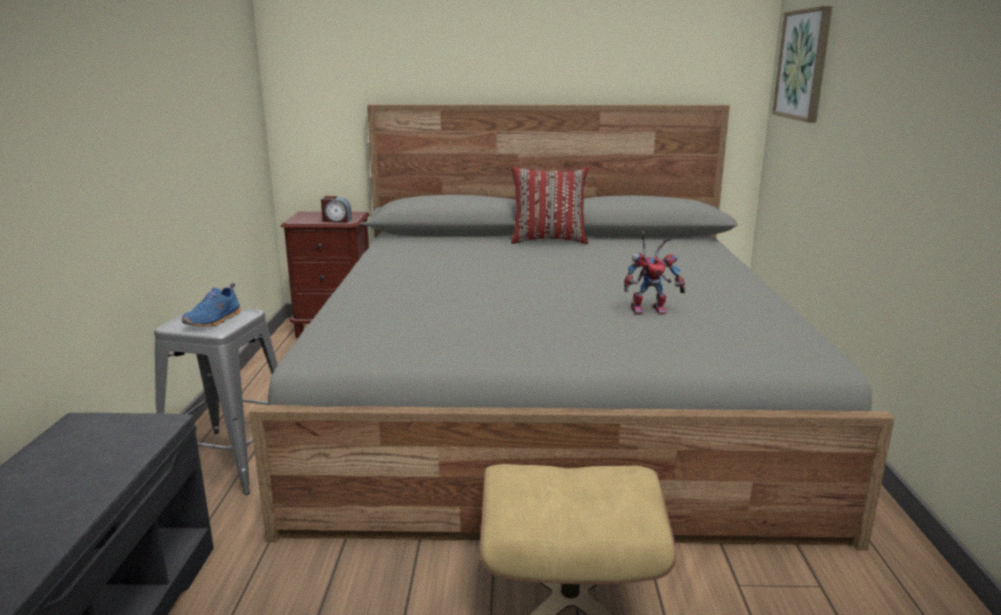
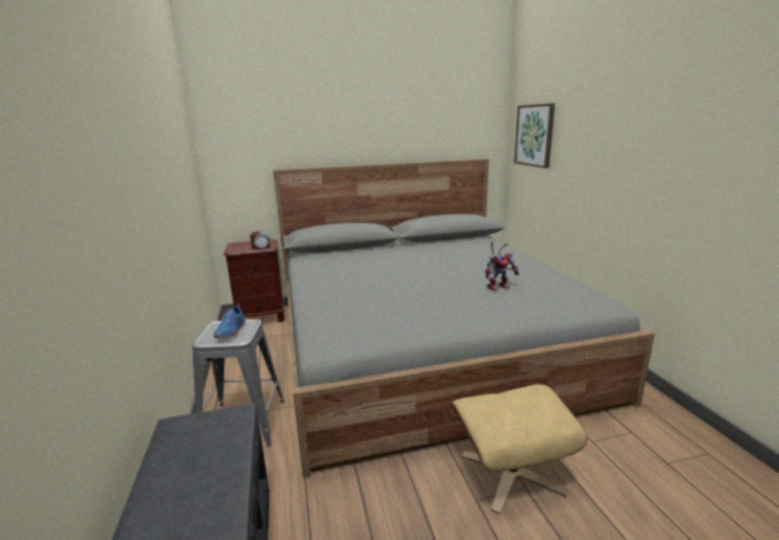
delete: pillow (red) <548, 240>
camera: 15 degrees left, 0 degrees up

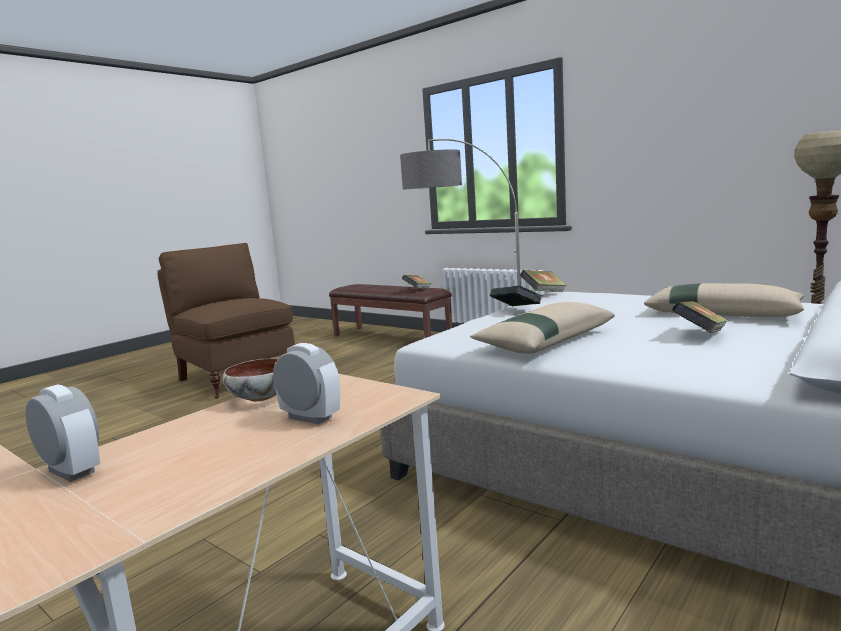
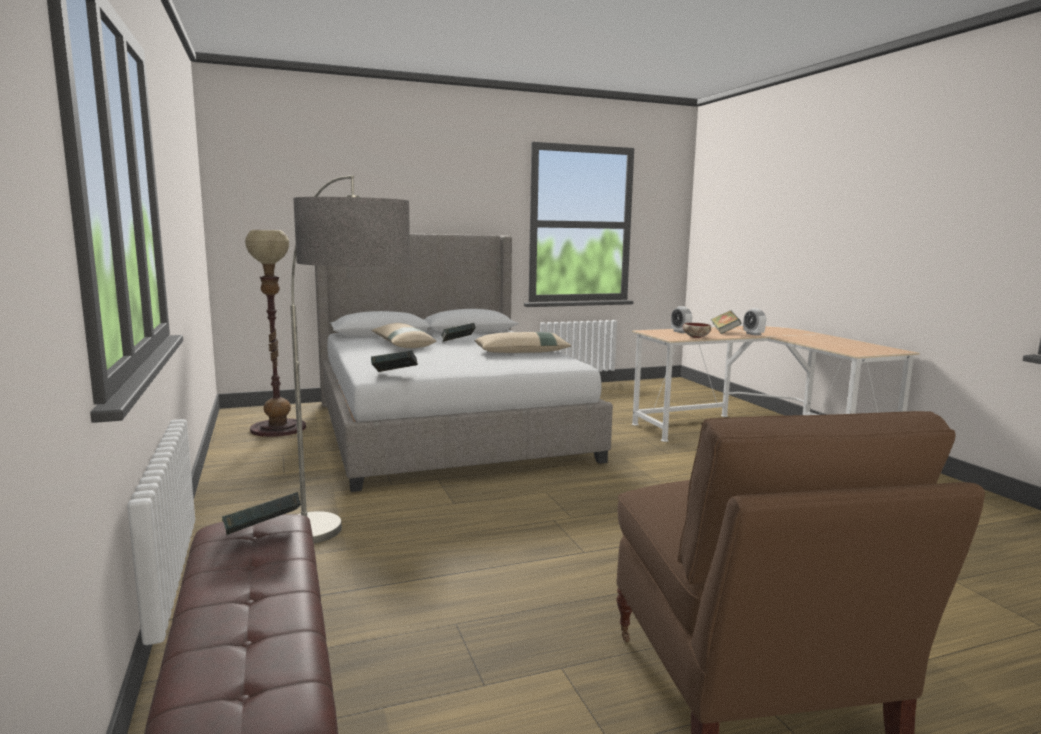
move: book <516, 310> to <724, 332>
camera: 150 degrees left, 0 degrees up

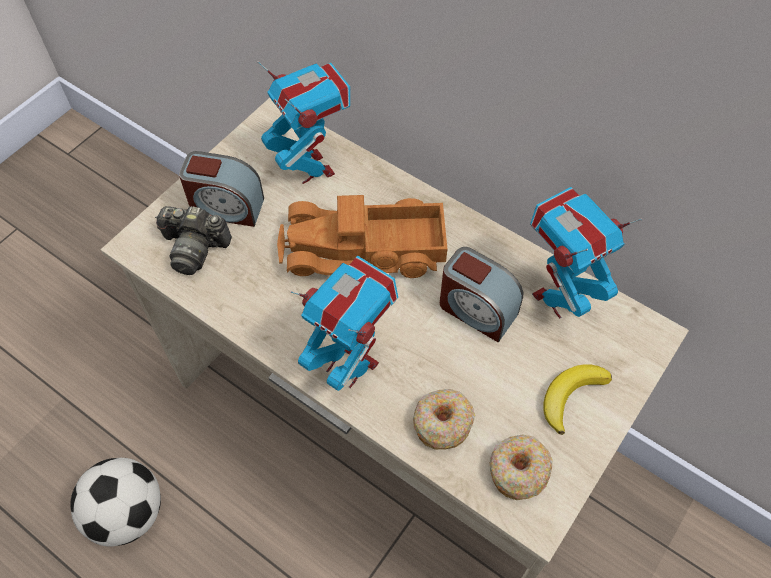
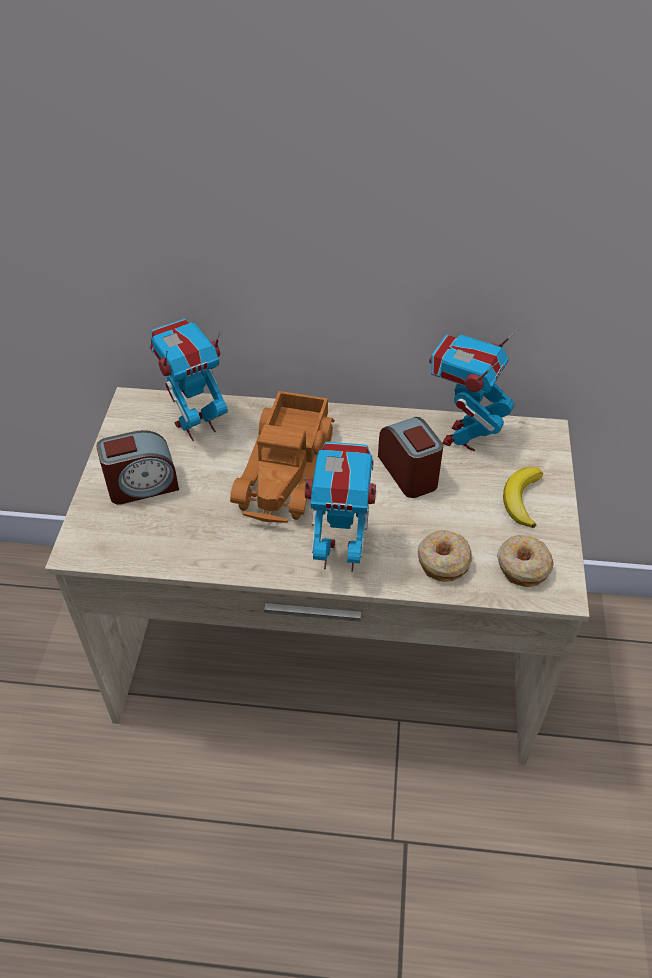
delete: football <128, 513>; photo camera <194, 248>
rotate: toy robot <312, 168> = <196, 426> 60 degrees counterclockwise; toy truck <364, 251> = <288, 469> 45 degrees counterclockwise; alarm clock <476, 310> = <409, 472> 120 degrees counterclockwise
camera: 30 degrees left, 10 degrees down

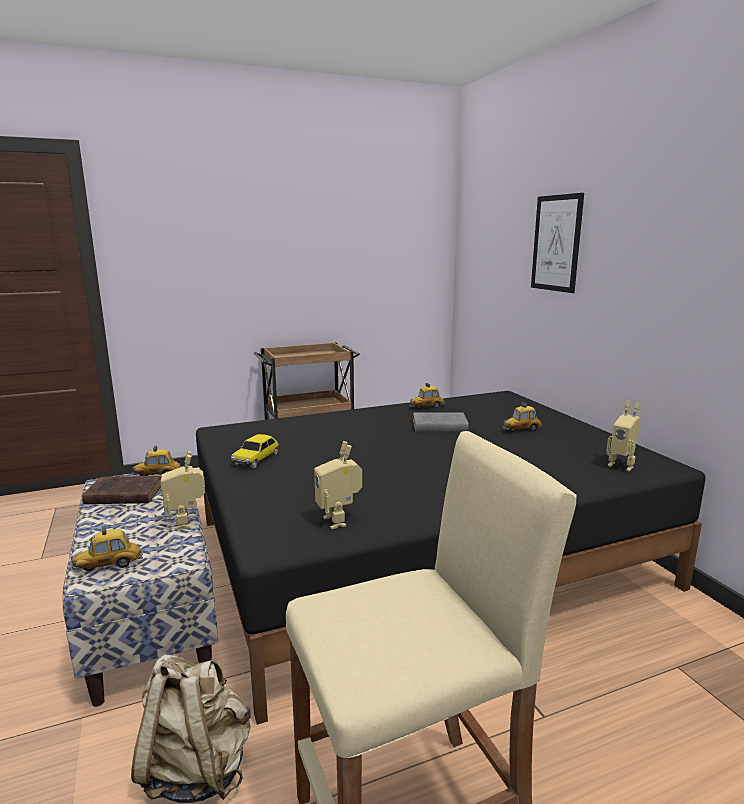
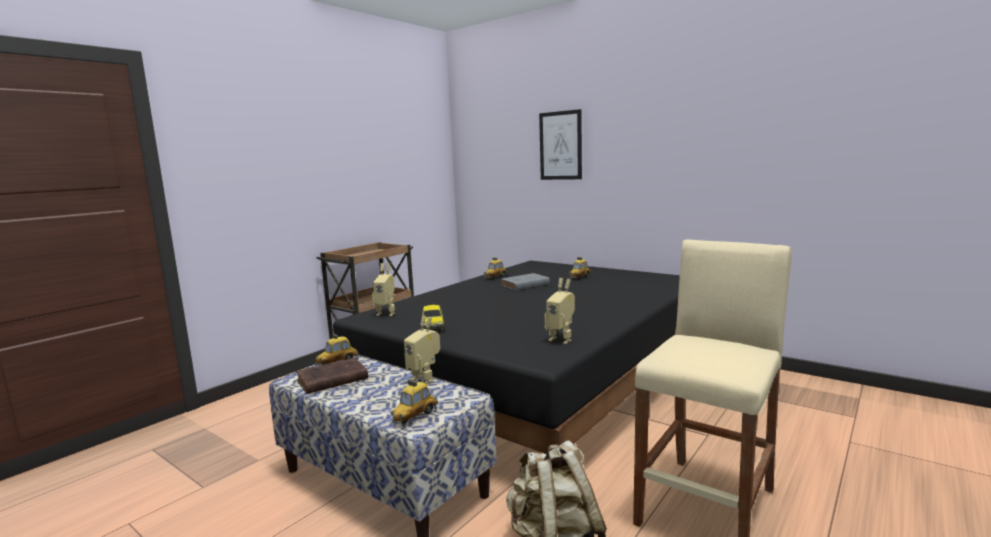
move: toy robot <621, 465> to <386, 313>
camera: 30 degrees left, 5 degrees down

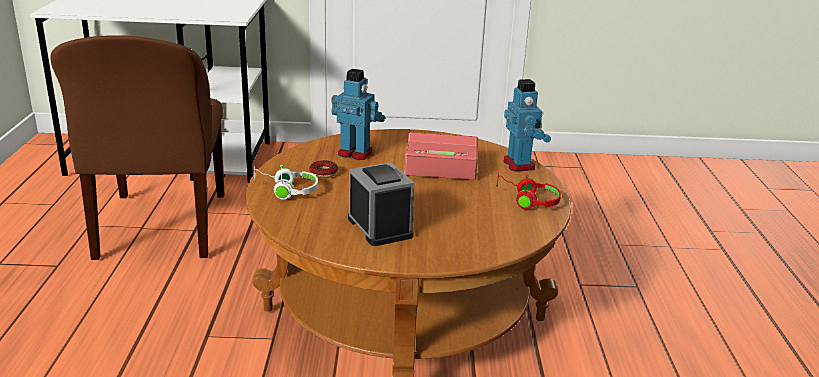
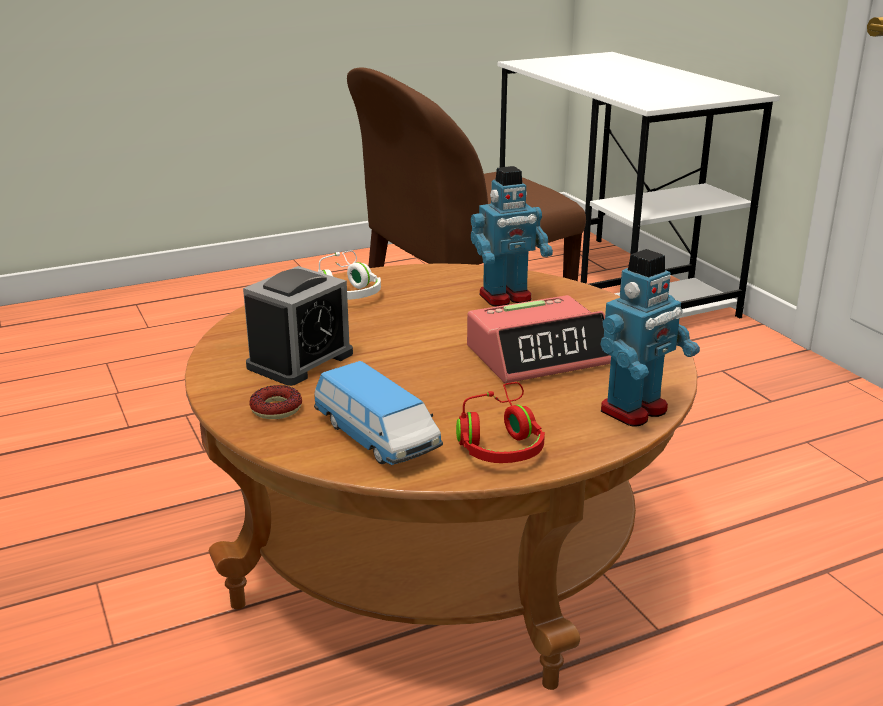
insert: toy car <376, 438>
move: donut <323, 173> to <276, 409>
rotate: alarm clock <440, 166> = <538, 355> 90 degrees clockwise; toy robot <355, 153> = <506, 297> 75 degrees clockwise
camera: 65 degrees right, 0 degrees up

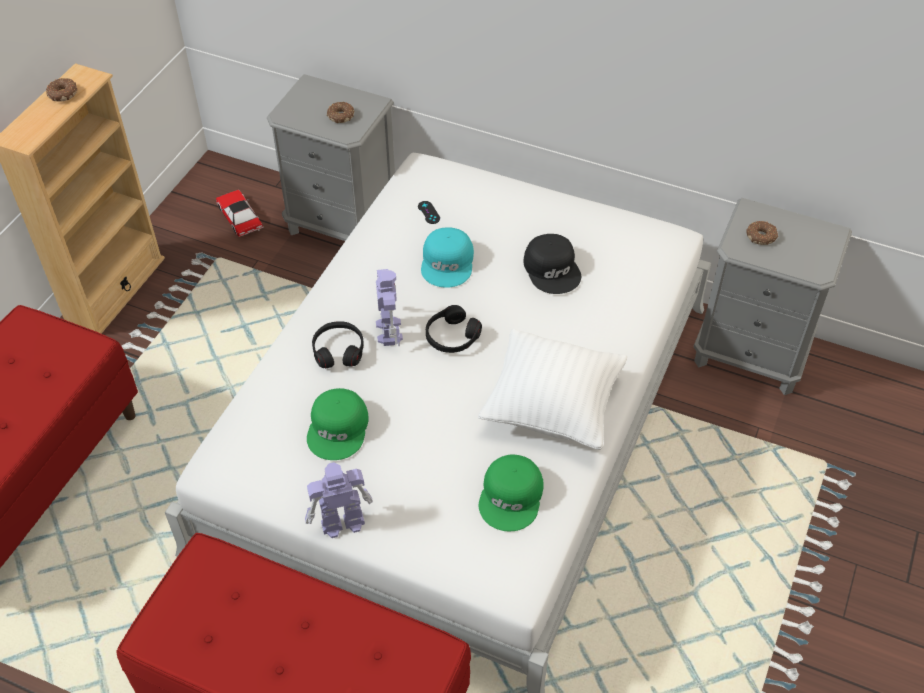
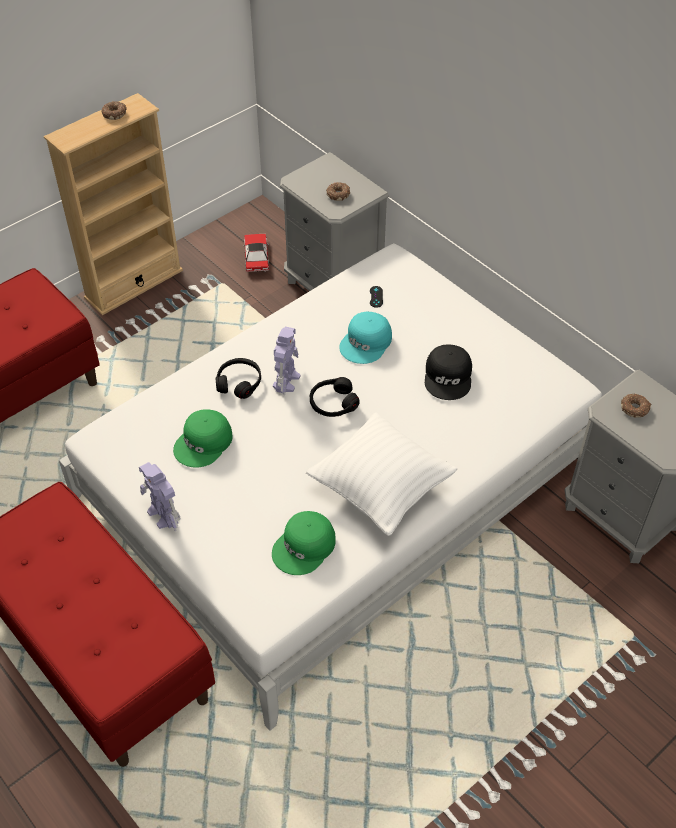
rotate: toy robot <341, 523> = <164, 515> 135 degrees counterclockwise
camera: 25 degrees right, 0 degrees up

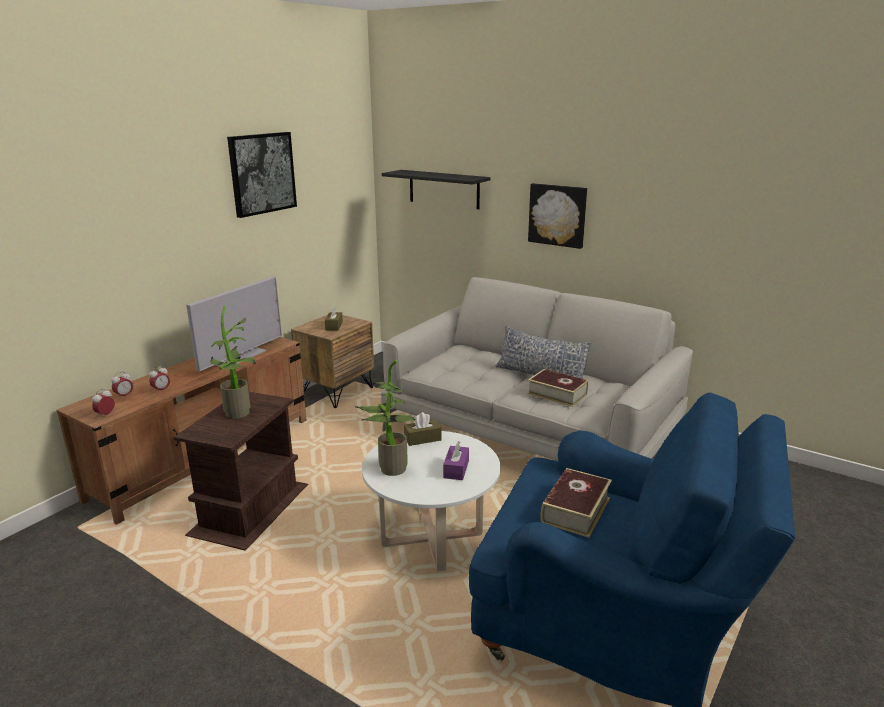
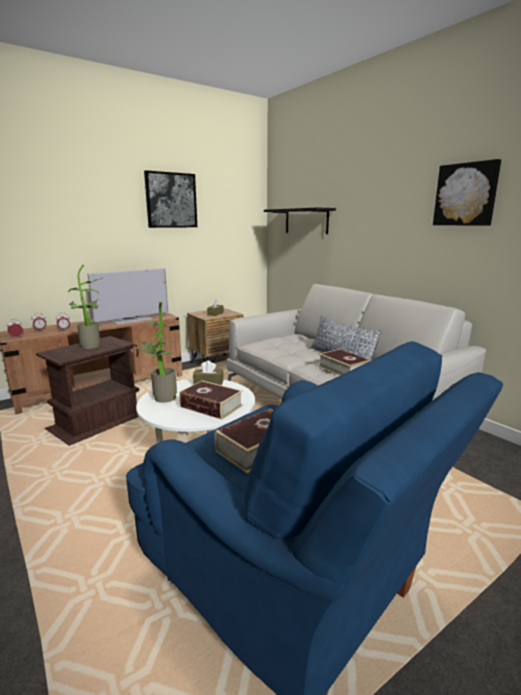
move: picture <558, 215> to <466, 194>
replace: tissue box (purple) <456, 469> to book <211, 406>
camera: 20 degrees right, 5 degrees down

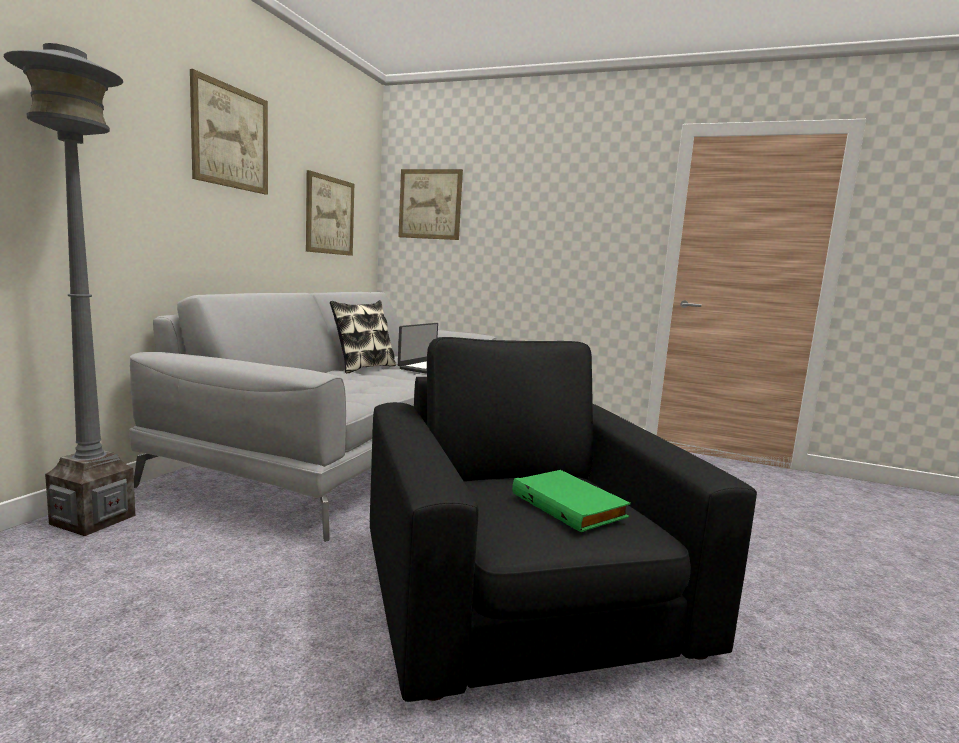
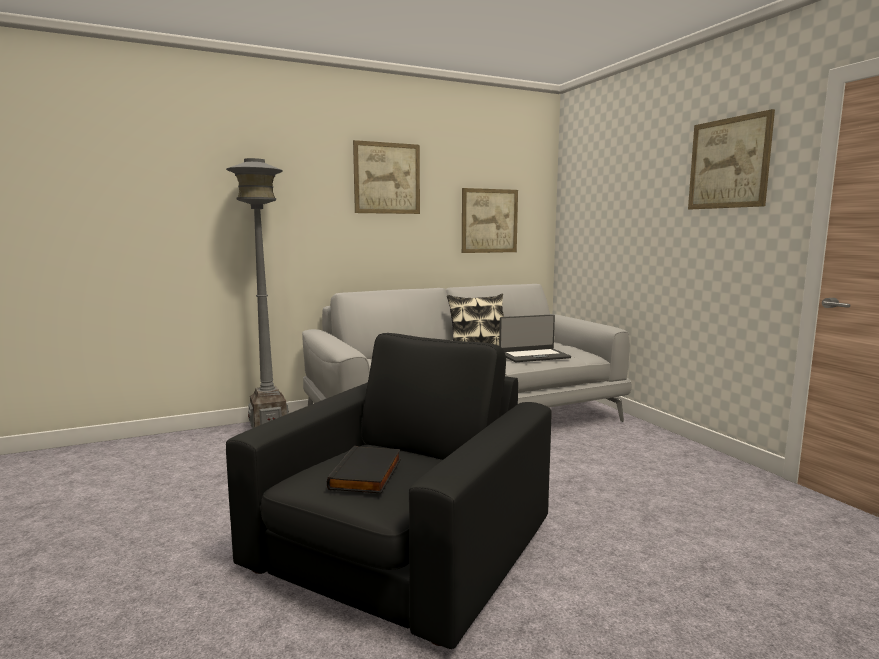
move: picture <430, 204> to <729, 163>
recolor: book (green) <570, 505> to book (black) <368, 474>
camera: 45 degrees right, 0 degrees up

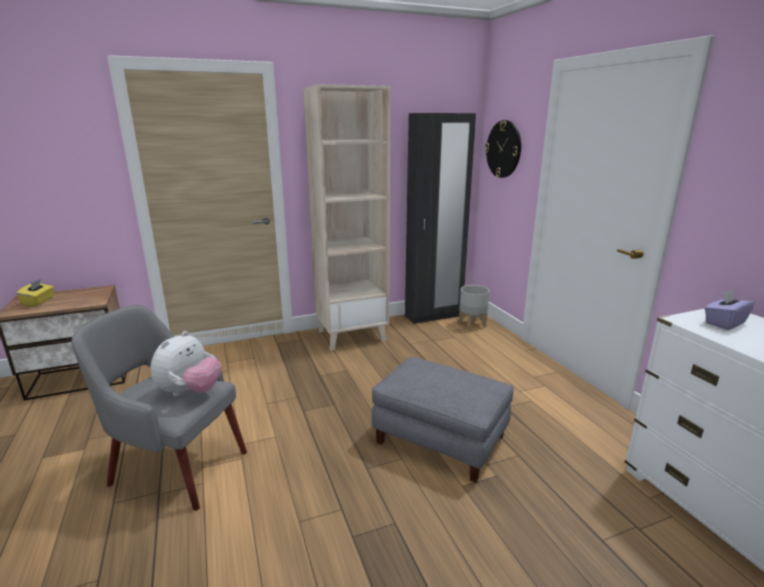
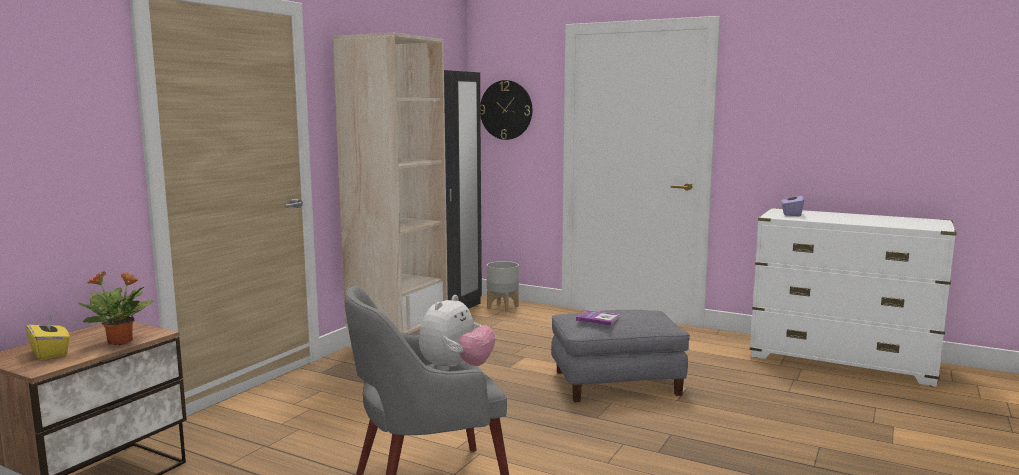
insert: potted plant <121, 342>; book <598, 319>
rotate: plush toy <190, 392> = <456, 369> 45 degrees clockwise
camera: 40 degrees left, 10 degrees down

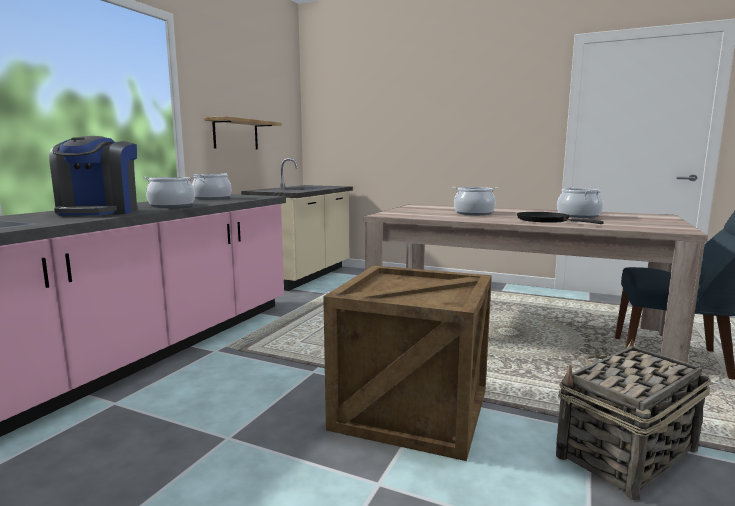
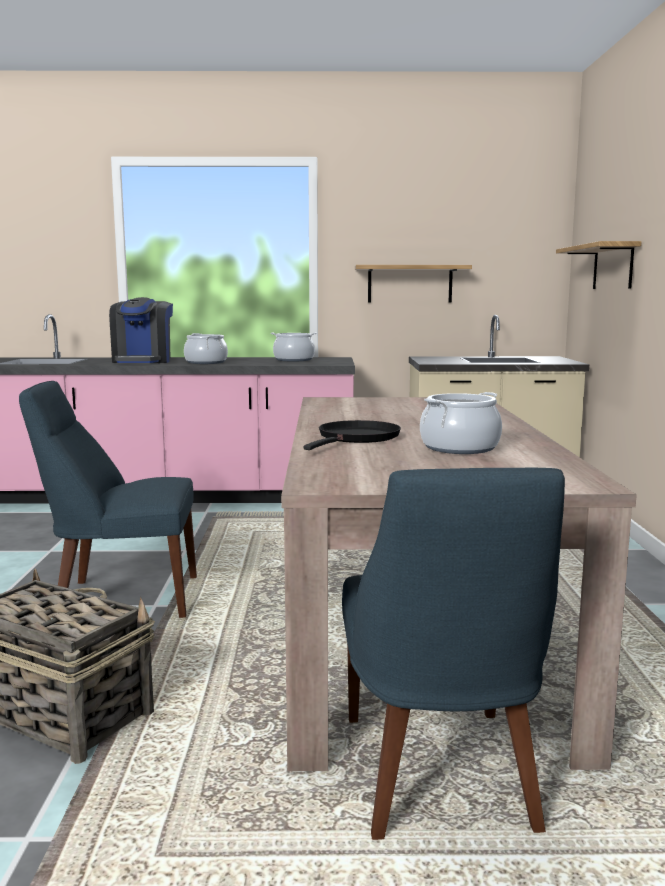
delete: cooking pot <474, 213>
insert: shelf <613, 267>
replace: crate <409, 409> to chair (blue) <121, 598>
rotate: coffee machine <99, 212> = <143, 361> 60 degrees counterclockwise
camera: 65 degrees right, 0 degrees up

